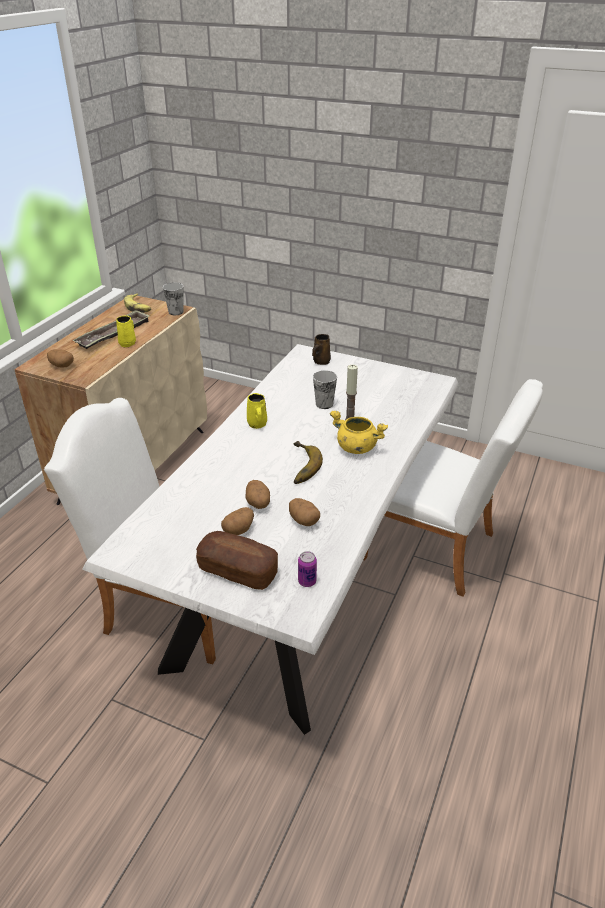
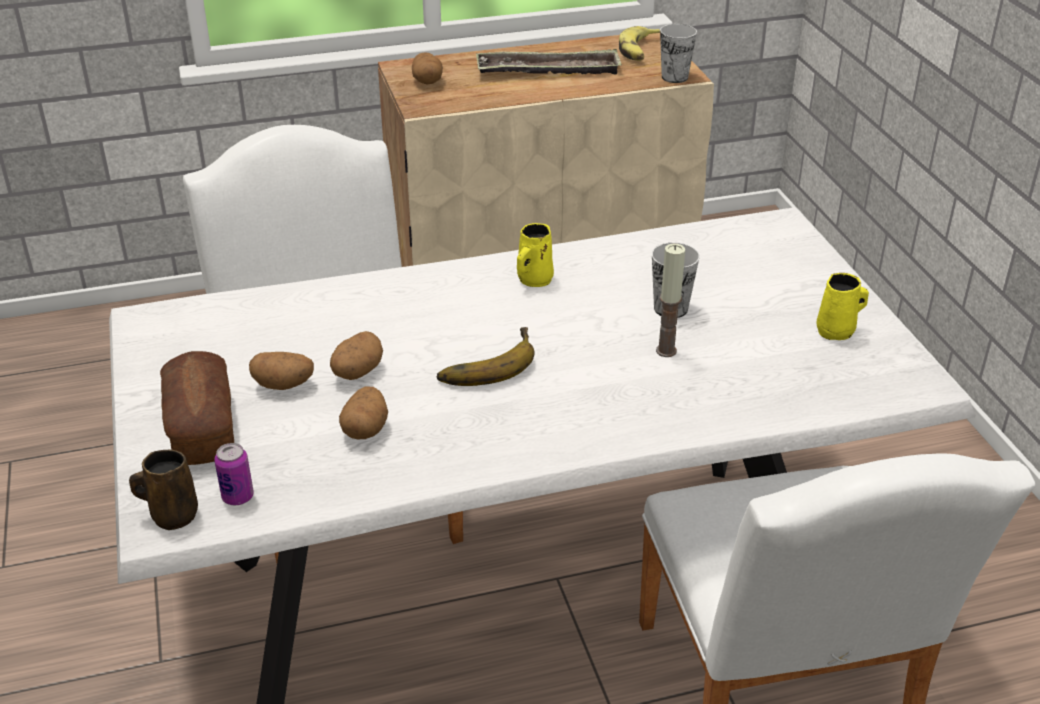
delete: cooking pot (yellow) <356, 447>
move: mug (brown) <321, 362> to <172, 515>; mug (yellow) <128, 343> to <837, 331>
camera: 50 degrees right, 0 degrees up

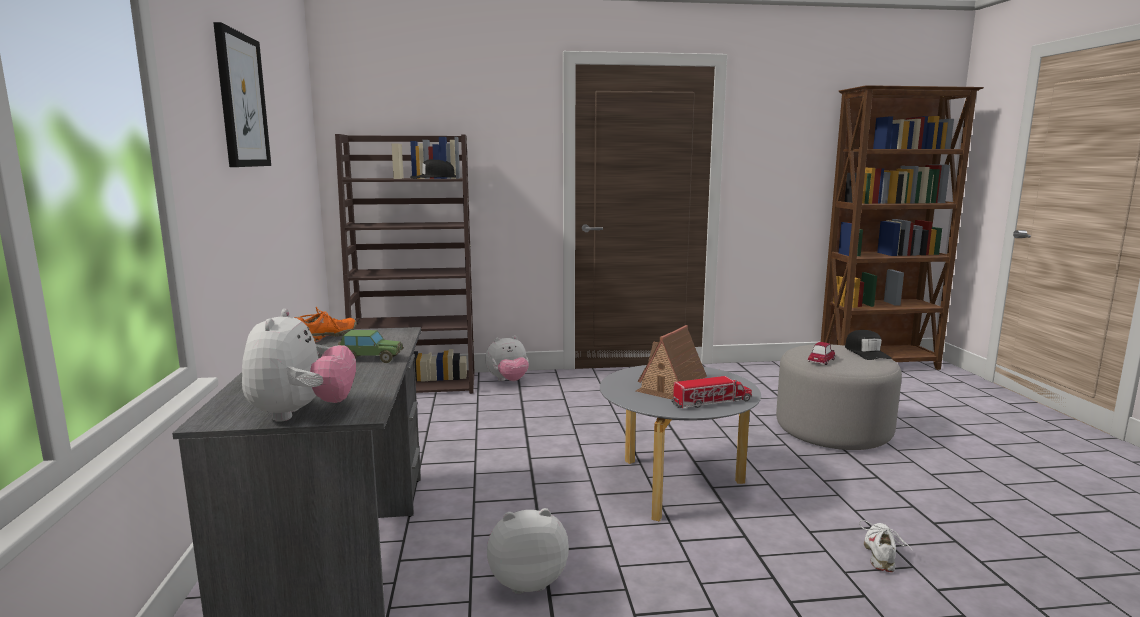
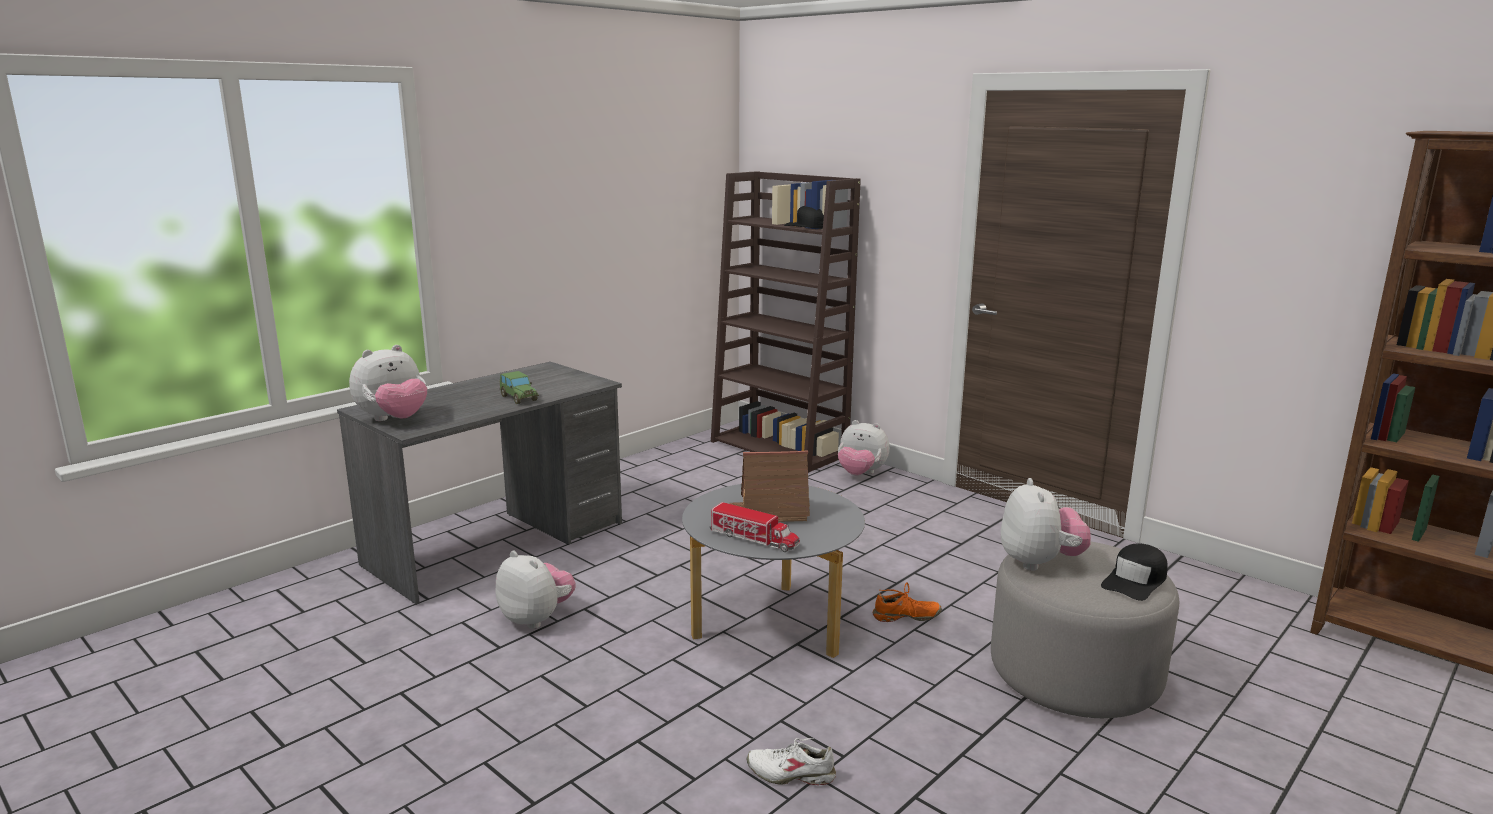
delete: picture <241, 101>
move: shoe (orange) <326, 337> to <906, 617>
replace: toy car <821, 360> to plush toy <1039, 563>
rotate: shoe (white) <882, 553> = <791, 773> 150 degrees counterclockwise
camera: 50 degrees right, 5 degrees up

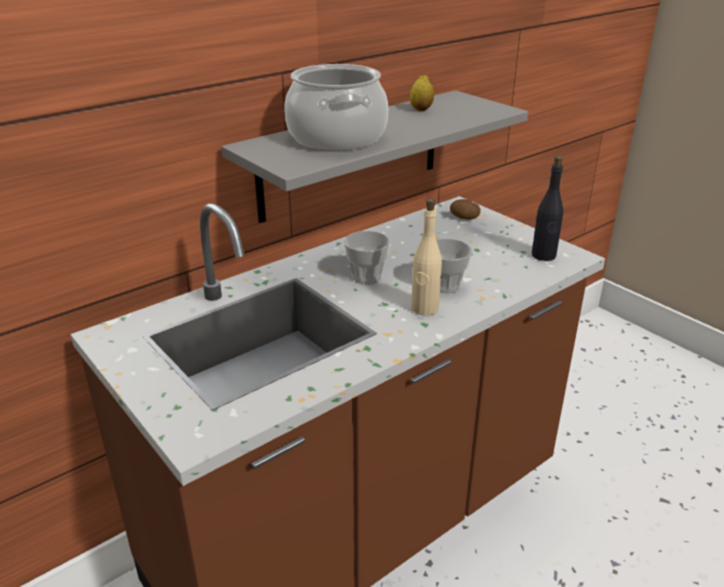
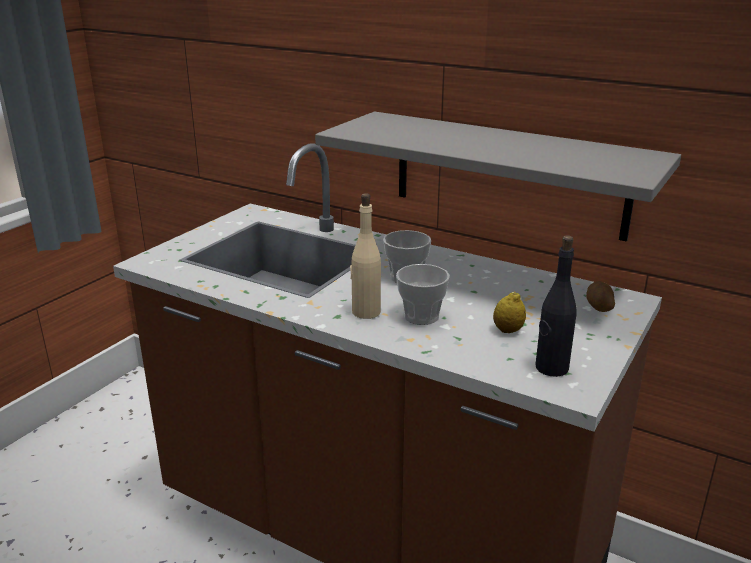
delete: cooking pot <336, 137>
move: lemon <421, 109> to <508, 330>
camera: 70 degrees right, 5 degrees down

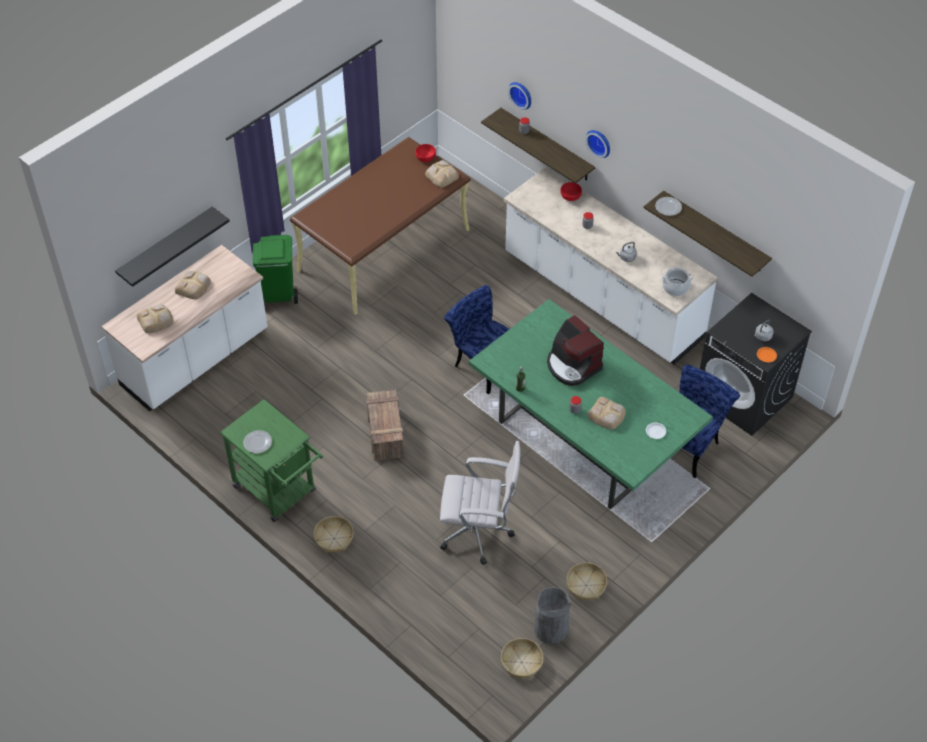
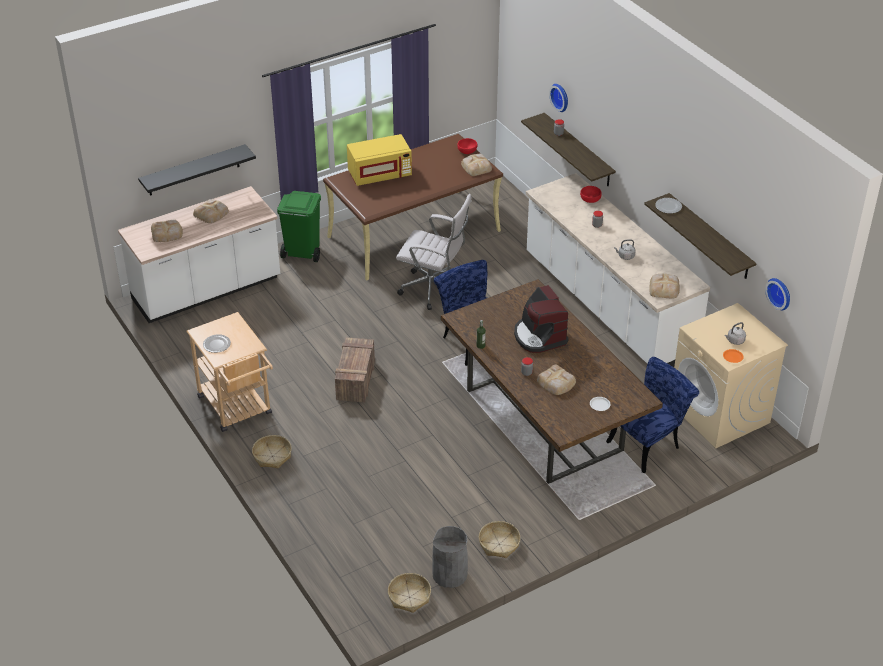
insert: microwave (yellow) <380, 174>
move: office chair (white) <479, 533> to <434, 290>; wall clock <599, 142> to <780, 293>
replace: cooking pot <675, 287> to bread <664, 288>
recolor: cart (green) <279, 492> to cart (beige) <237, 409>; dining table (green) <584, 441> to dining table (brown) <544, 421>; washing machine (black) <744, 397> to washing machine (beige) <720, 413>
camera: 15 degrees right, 10 degrees down

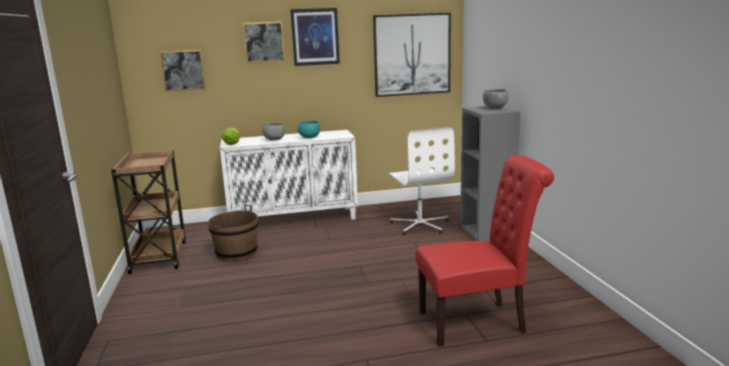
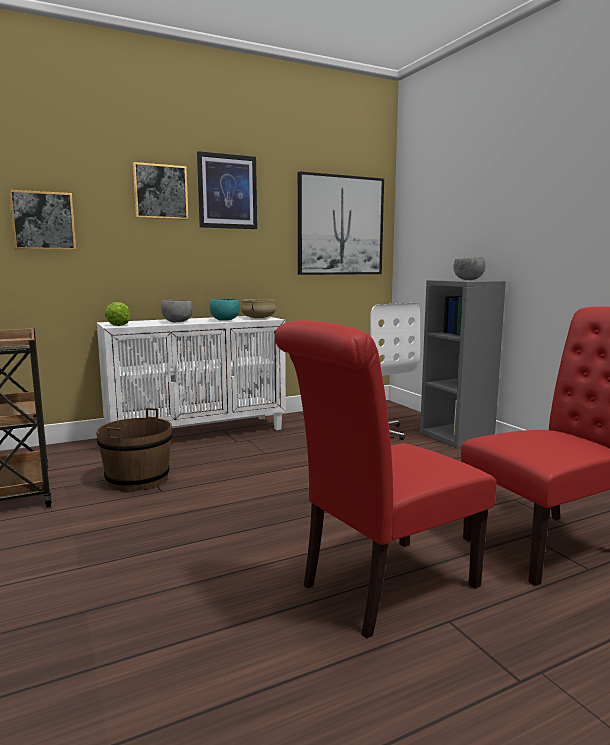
insert: cooking pot (beige) <258, 318>; chair (red) <381, 588>
camera: 15 degrees left, 5 degrees down

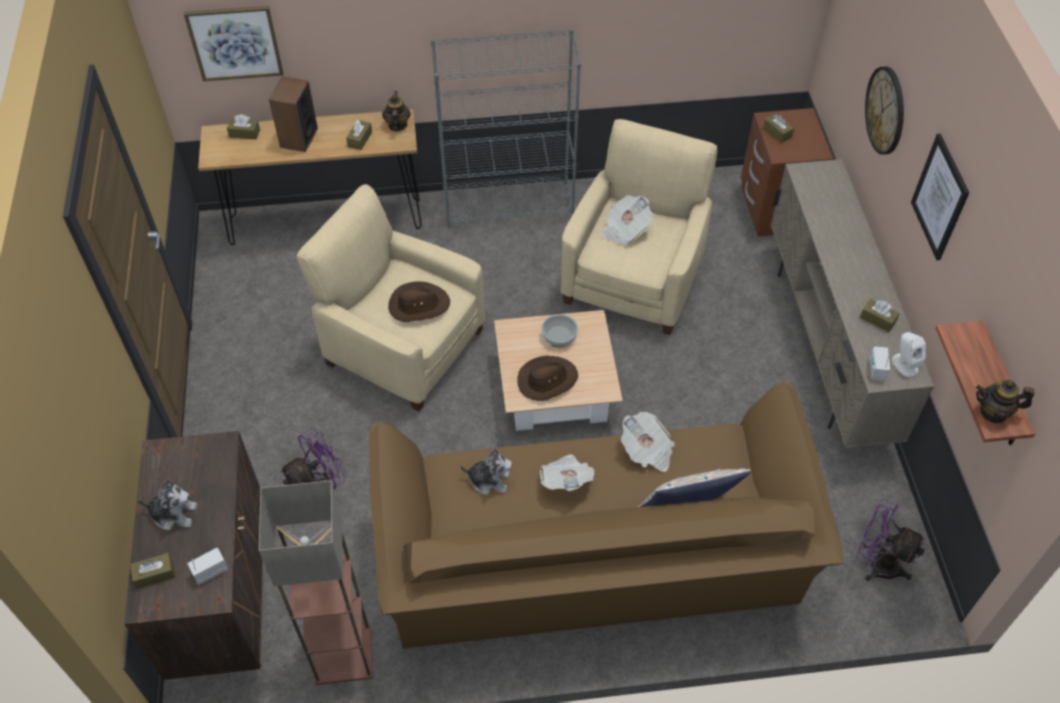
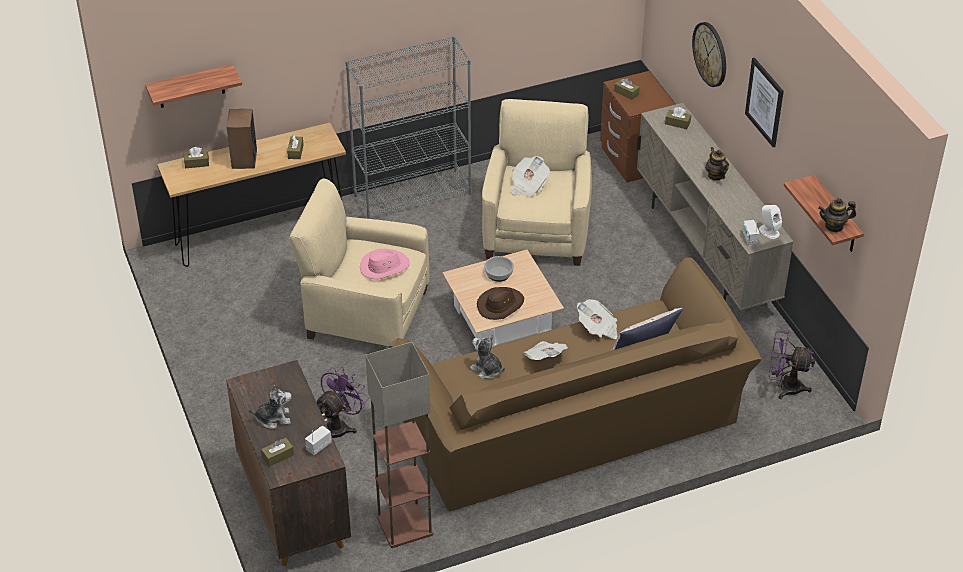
move: tissue box (brown) <877, 319> to <677, 123>; teapot <397, 125> to <716, 175>
replace: picture <235, 42> to shelf <191, 87>
recolor: hat (brown) <418, 305> to hat (pink) <384, 266>
rotate: plush toy <489, 480> = <487, 369> 135 degrees counterclockwise
camera: 15 degrees left, 10 degrees down

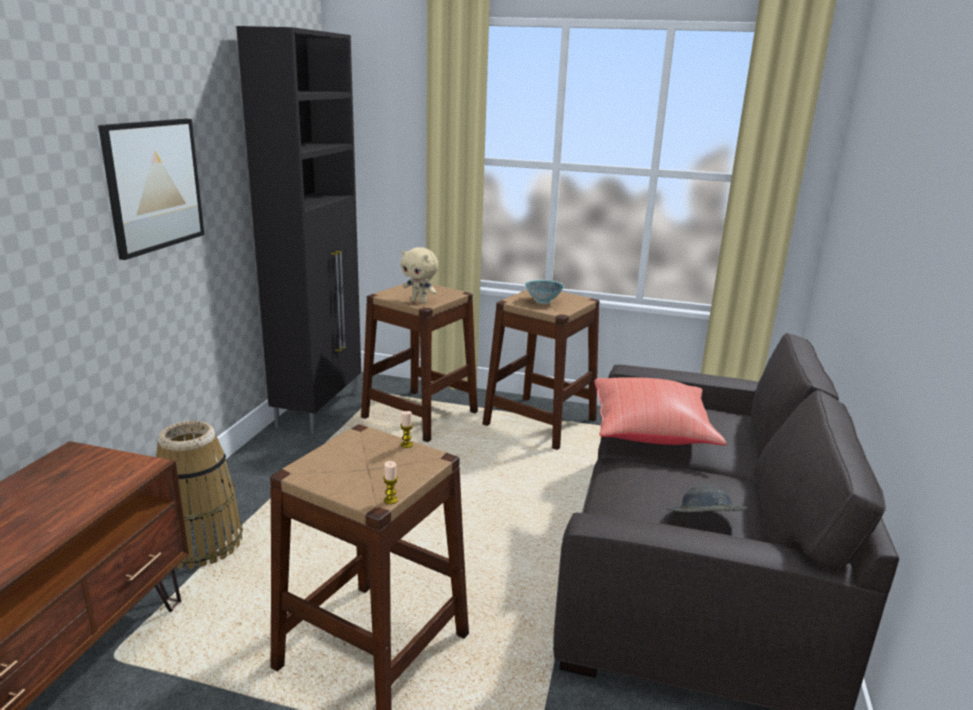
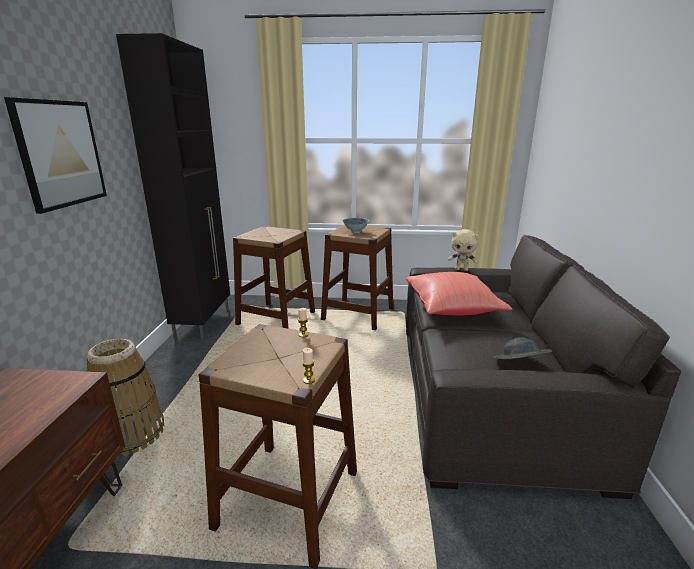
move: plush toy (beige) <419, 301> to <462, 269>
camera: 10 degrees left, 0 degrees up

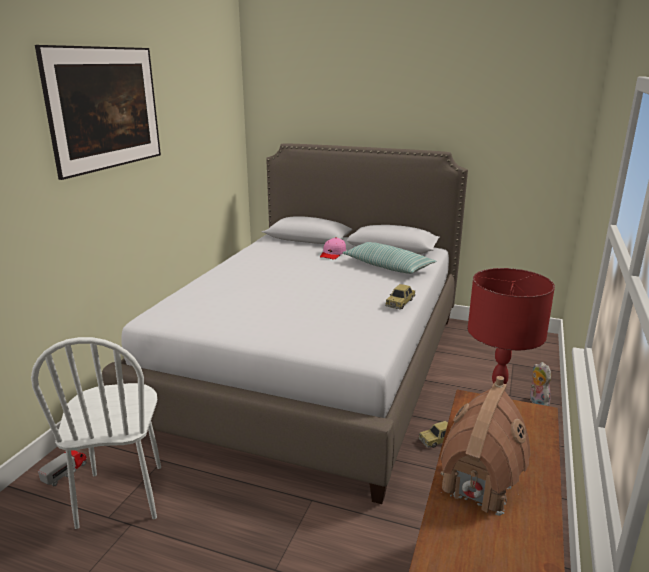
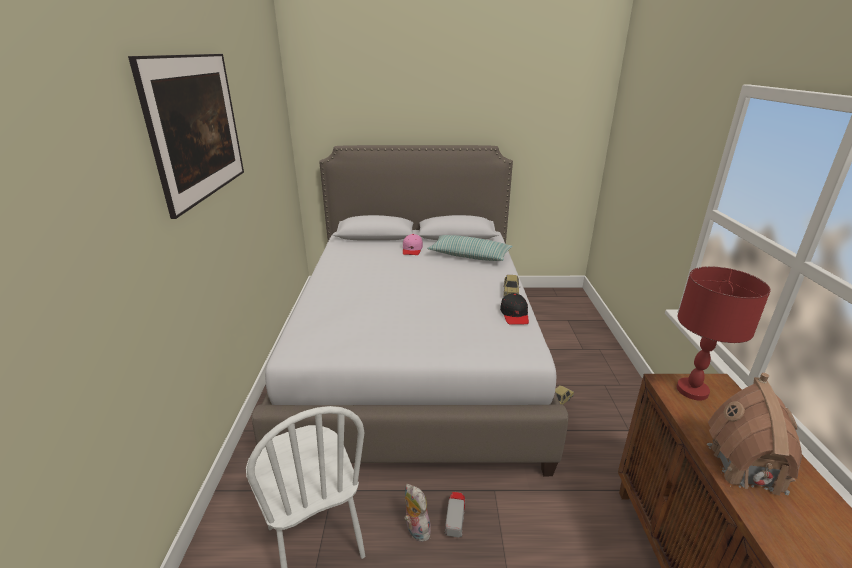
insert: cap (black) <514, 314>
move: plush toy <536, 402> to <415, 529>; toy truck <65, 472> to <455, 517>
camera: 20 degrees left, 5 degrees up

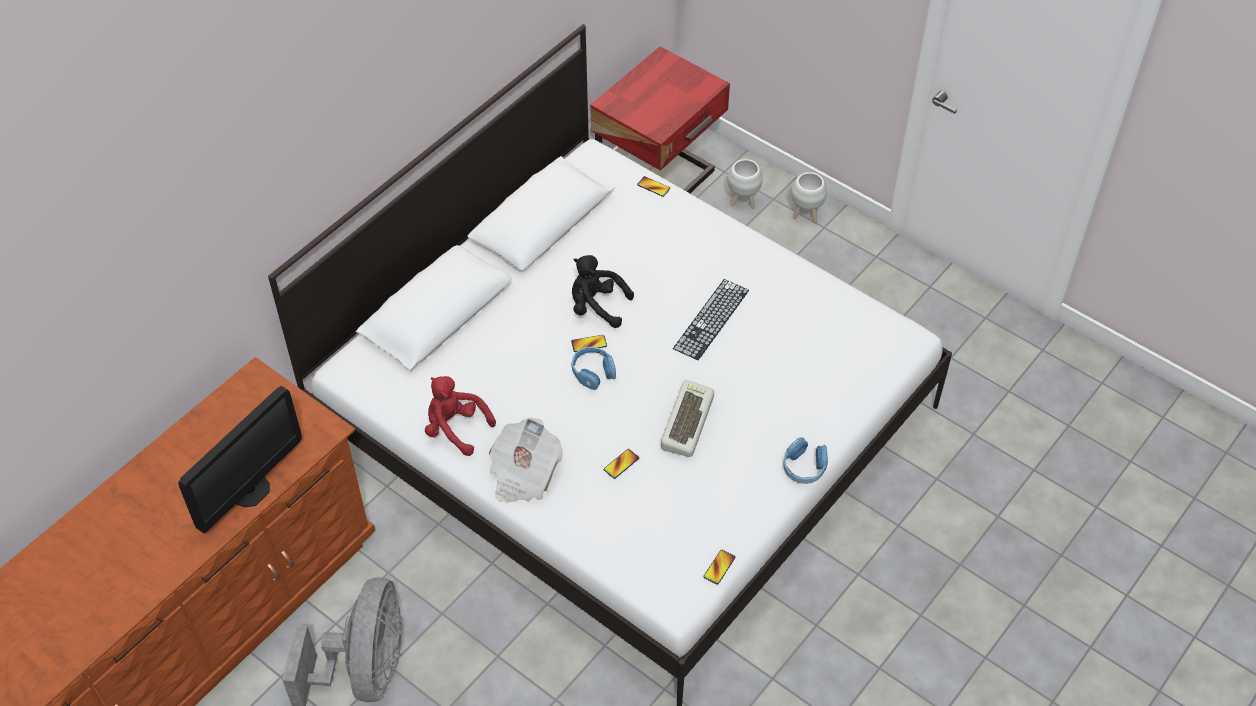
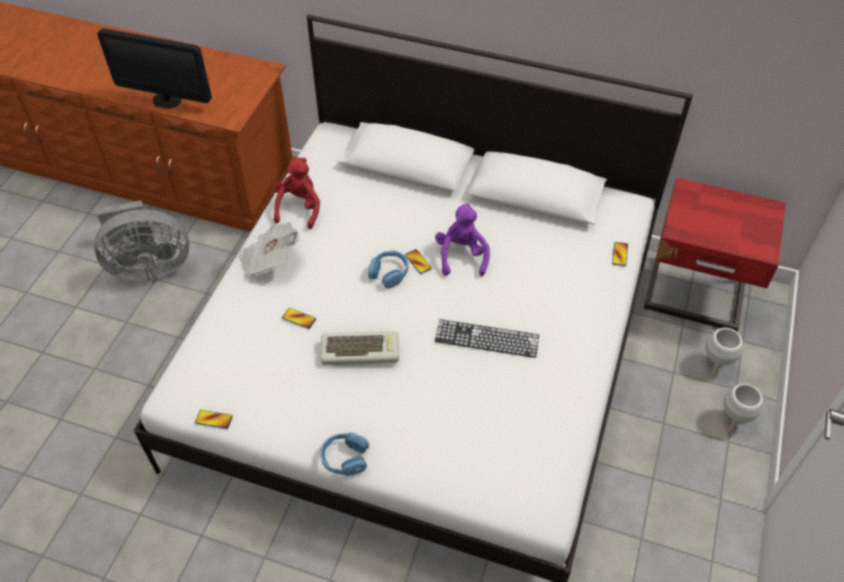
recolor: plush toy (black) <597, 306> to plush toy (purple) <461, 256>
camera: 70 degrees right, 0 degrees up

